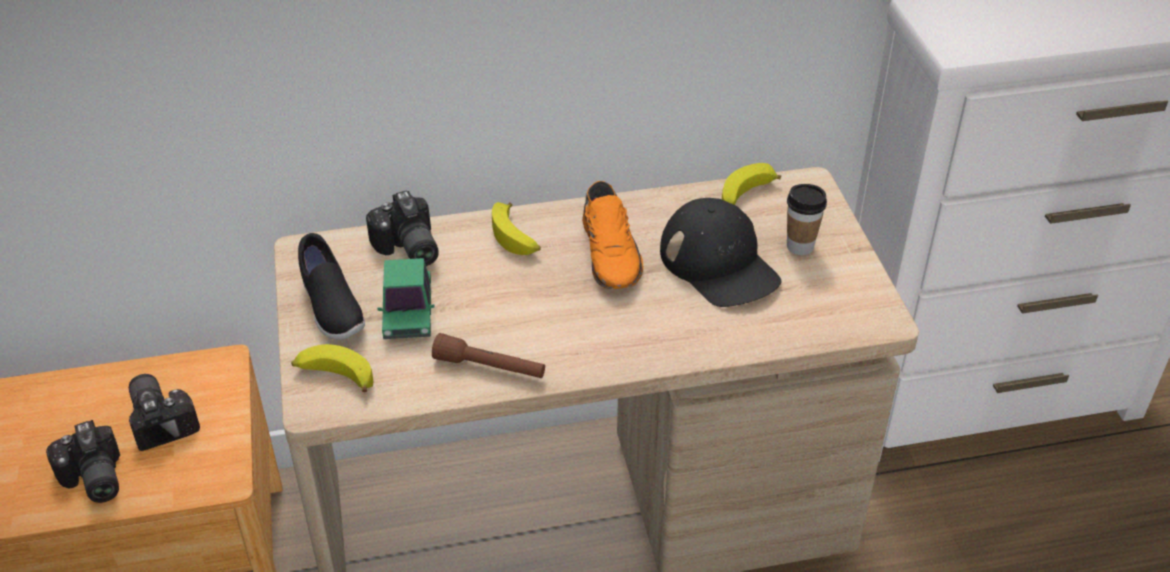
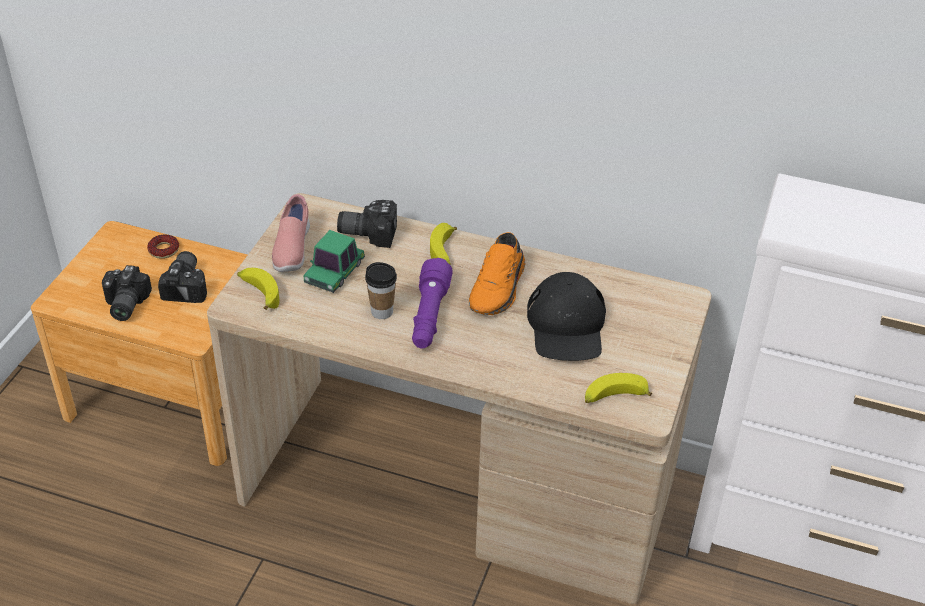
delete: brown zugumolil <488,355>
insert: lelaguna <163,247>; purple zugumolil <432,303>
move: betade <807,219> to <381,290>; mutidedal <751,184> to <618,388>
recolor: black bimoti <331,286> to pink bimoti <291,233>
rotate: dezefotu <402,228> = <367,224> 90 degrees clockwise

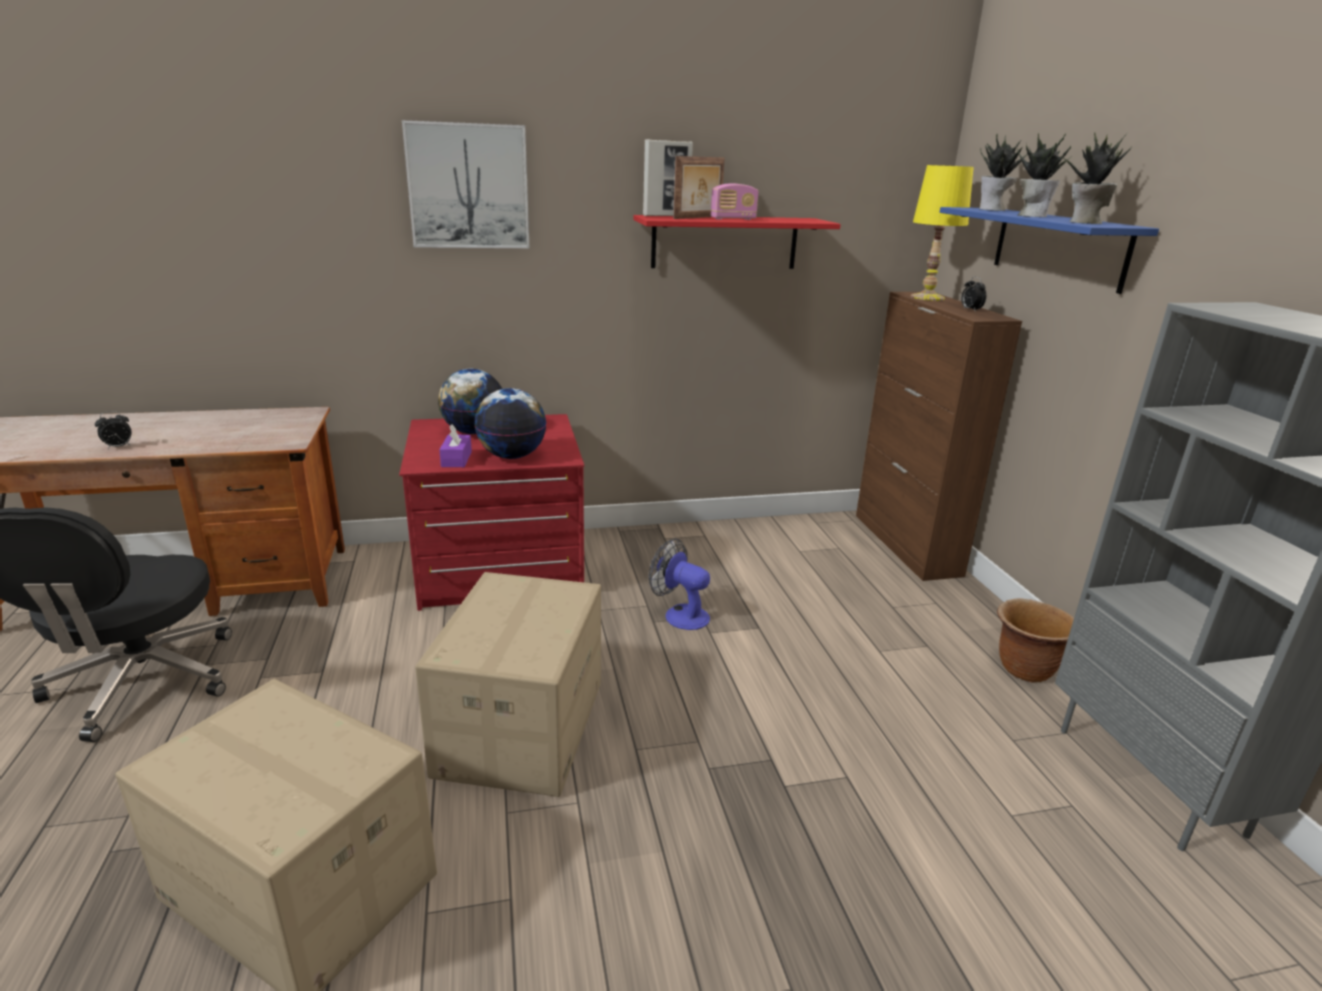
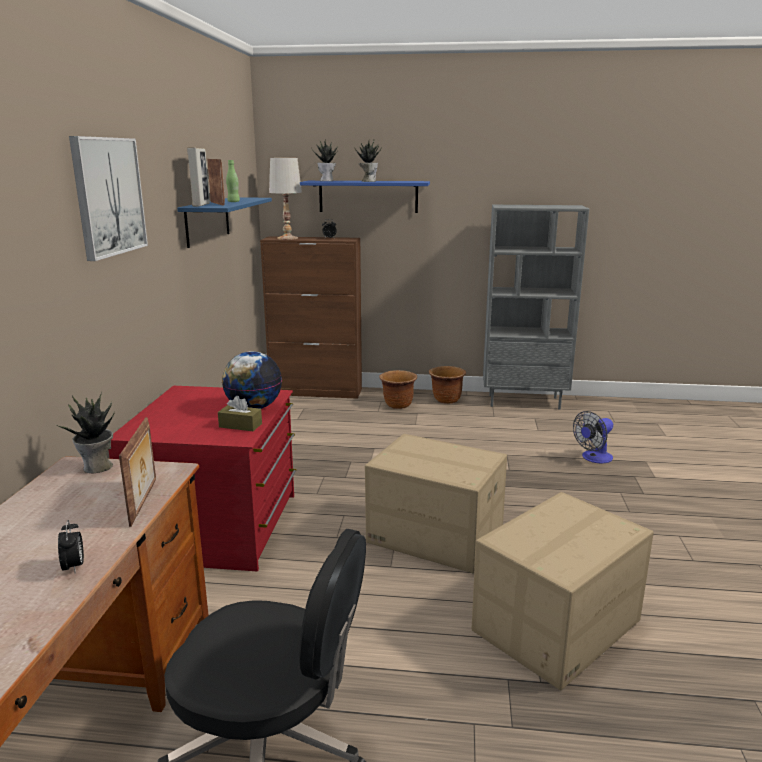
delete: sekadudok <470,401>
insert: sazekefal <137,472>; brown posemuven <398,389>
move: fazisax <1097,178> to <85,432>; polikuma <679,584> to <593,437>
replace: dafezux <734,202> to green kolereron <233,181>
recolor: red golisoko <737,242> to blue golisoko <224,222>; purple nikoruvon <455,445> to brown nikoruvon <240,413>; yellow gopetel <942,233> to white gopetel <285,199>

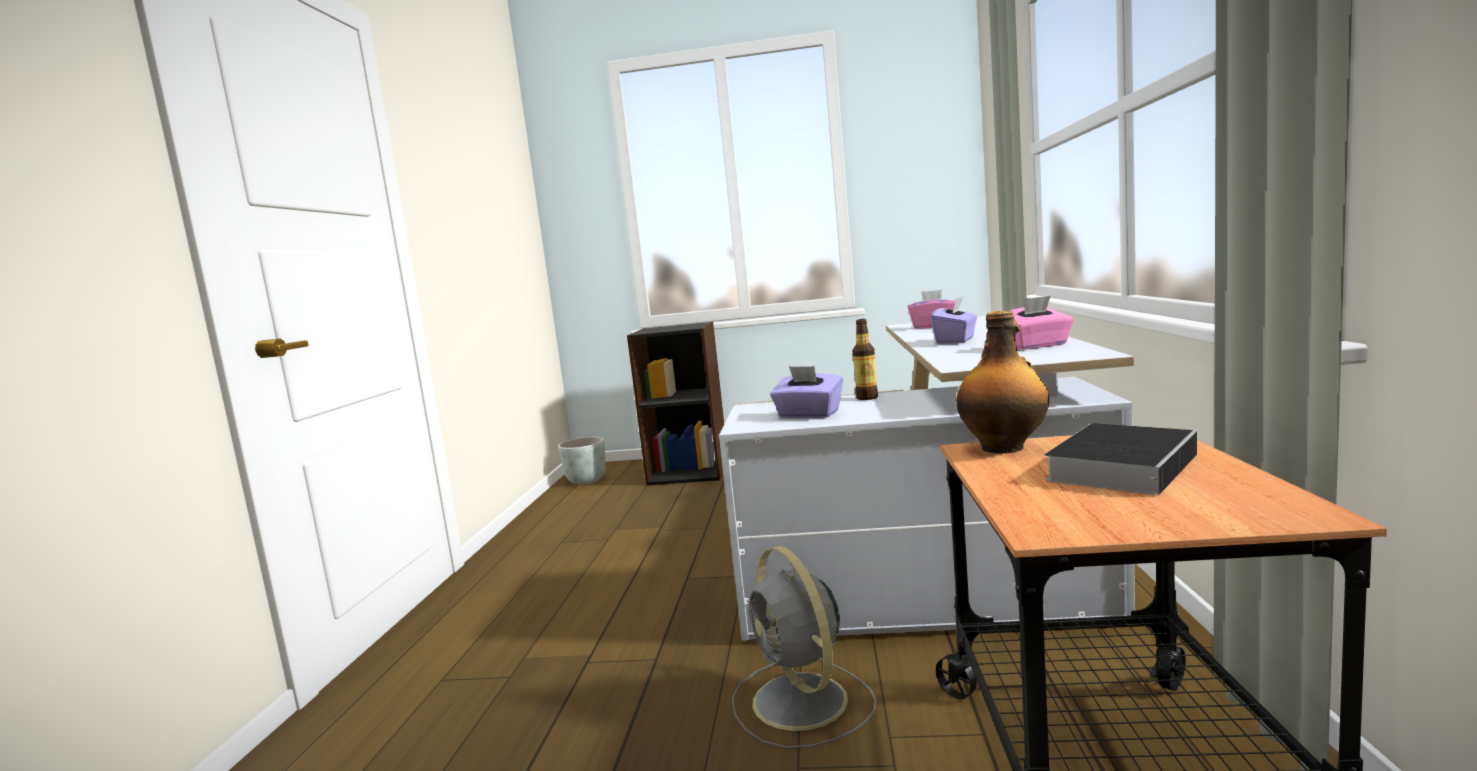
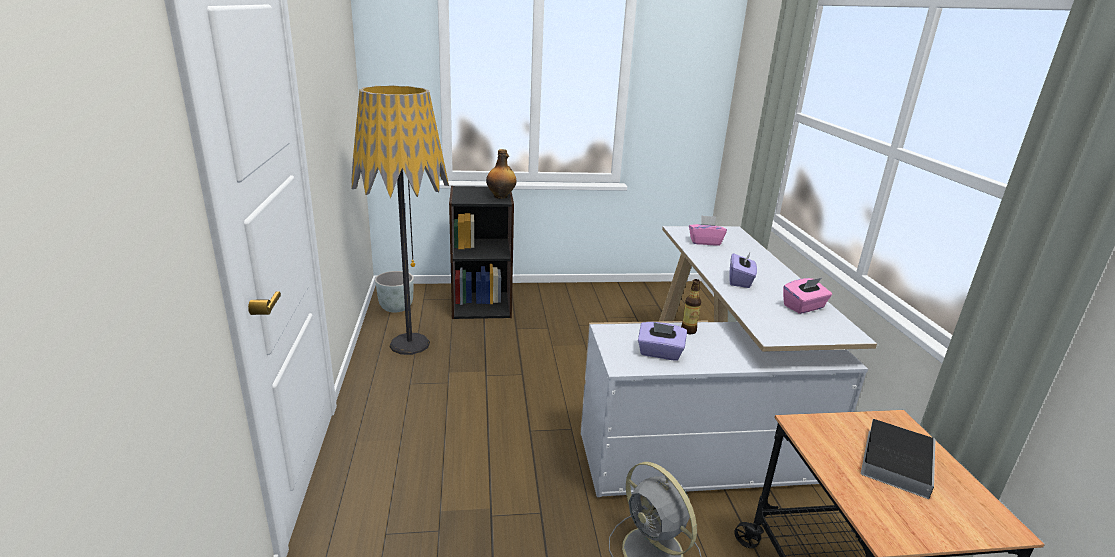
insert: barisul <400,220>
move: kolereron <1002,381> to <501,174>

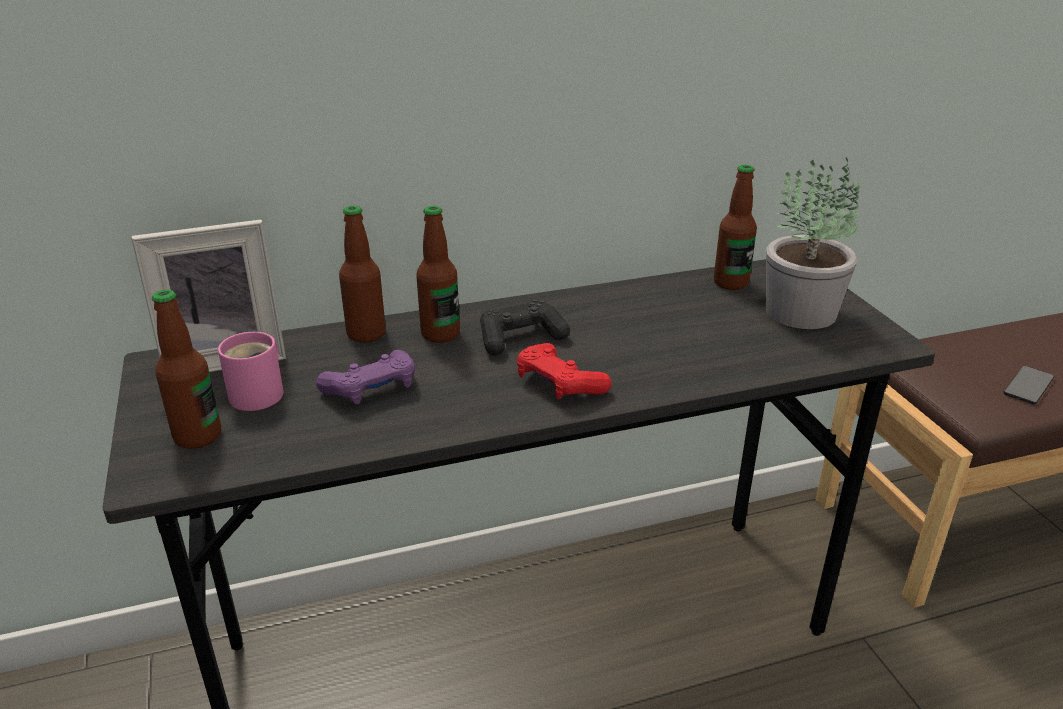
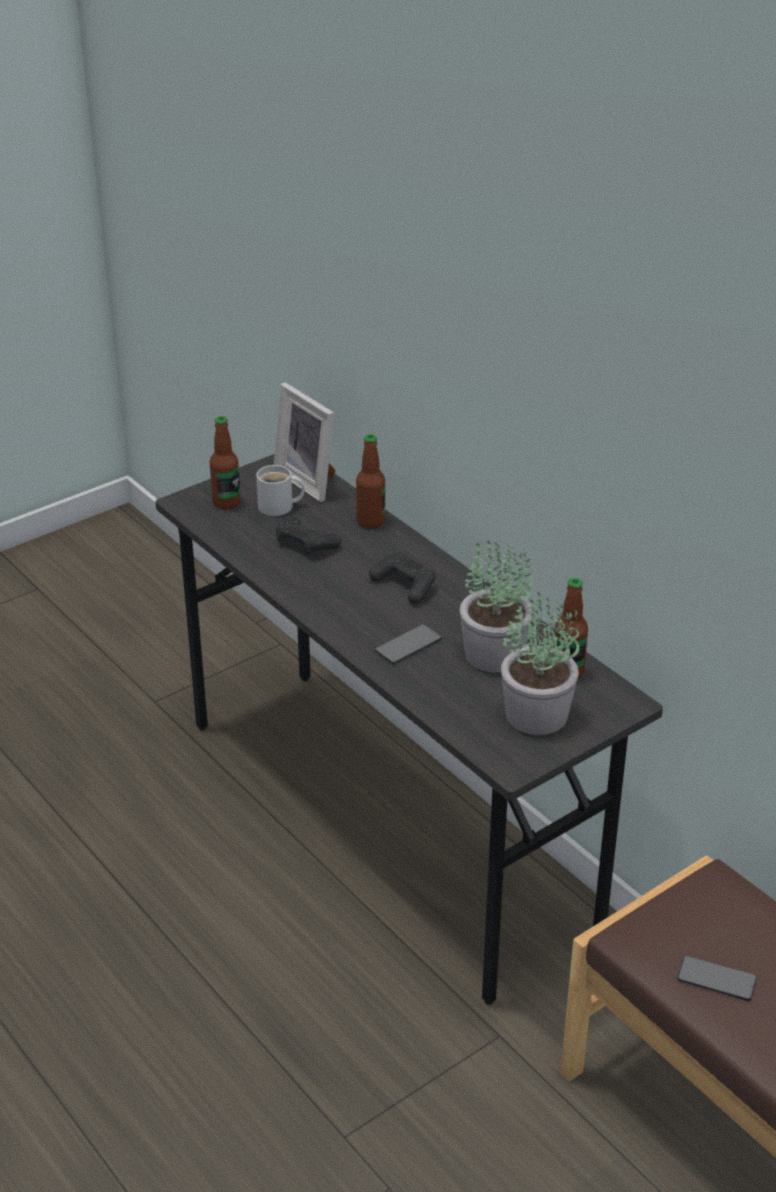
delete: kolereron <438,274>; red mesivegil <564,371>
insert: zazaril <408,644>; fazisax <496,606>
recolor: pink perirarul <251,371> to white perirarul <280,490>; purple mesivegil <365,377> to black mesivegil <309,535>

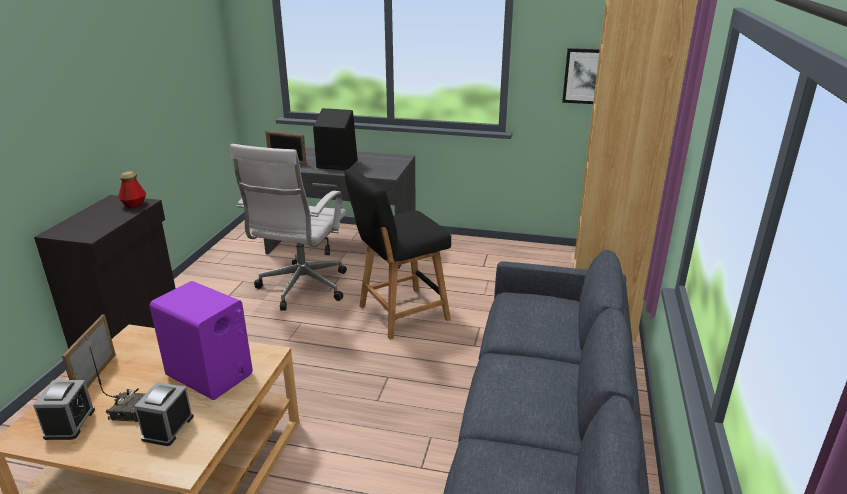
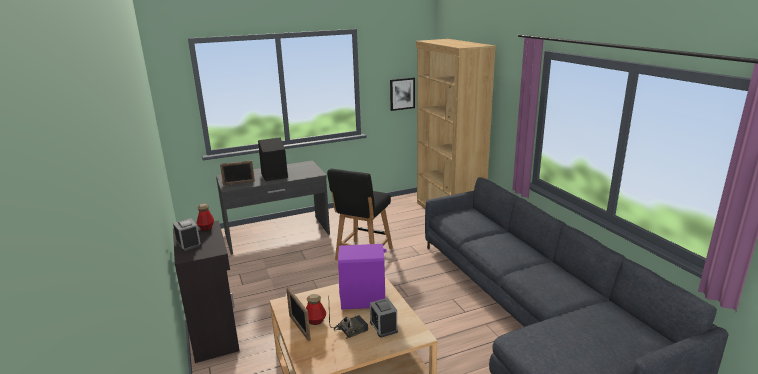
delete: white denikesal <288,227>
insert: kolereron <316,309>
move: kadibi <64,410> to <187,234>

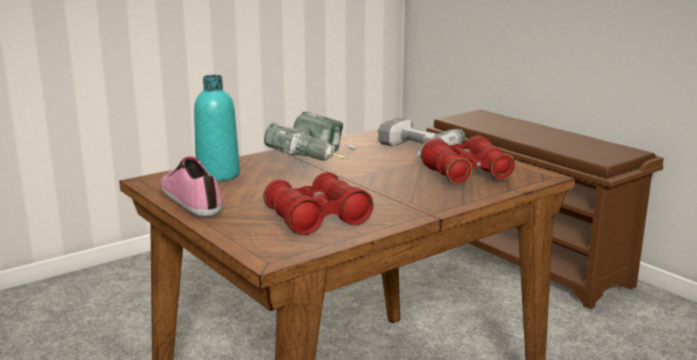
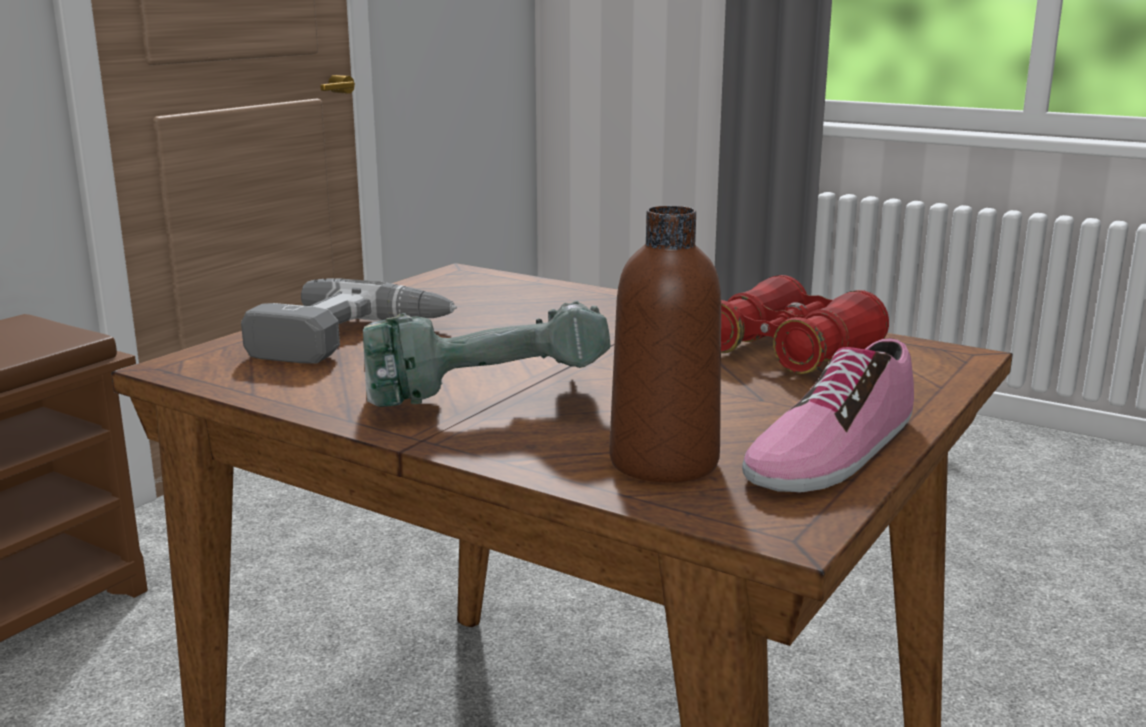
delete: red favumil <468,159>
recolor: turquoise kolereron <217,128> to brown kolereron <665,344>

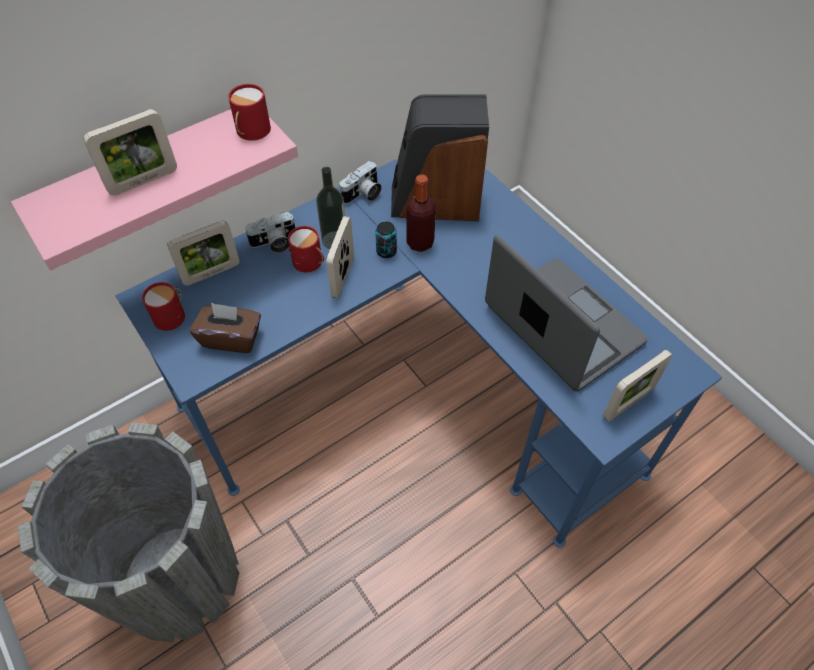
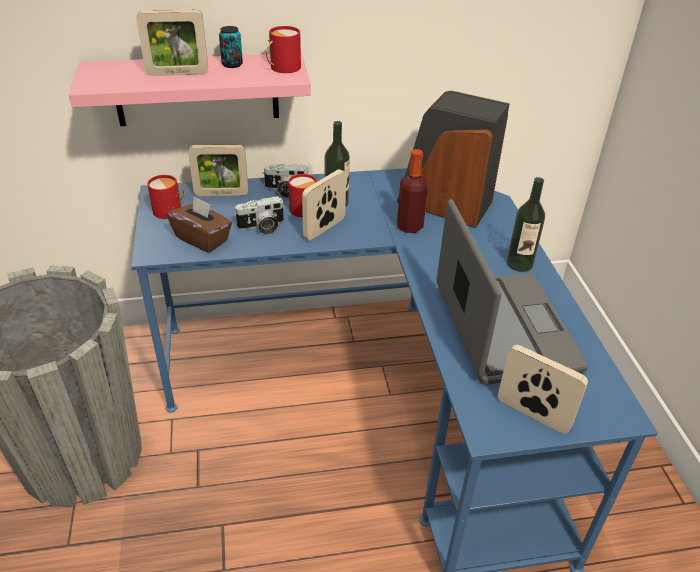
insert: kolereron <525,224>
move: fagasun <386,240> to <231,47>; dezefotu <360,182> to <259,215>
rotate: sazekefal <638,386> = <543,389> 135 degrees counterclockwise

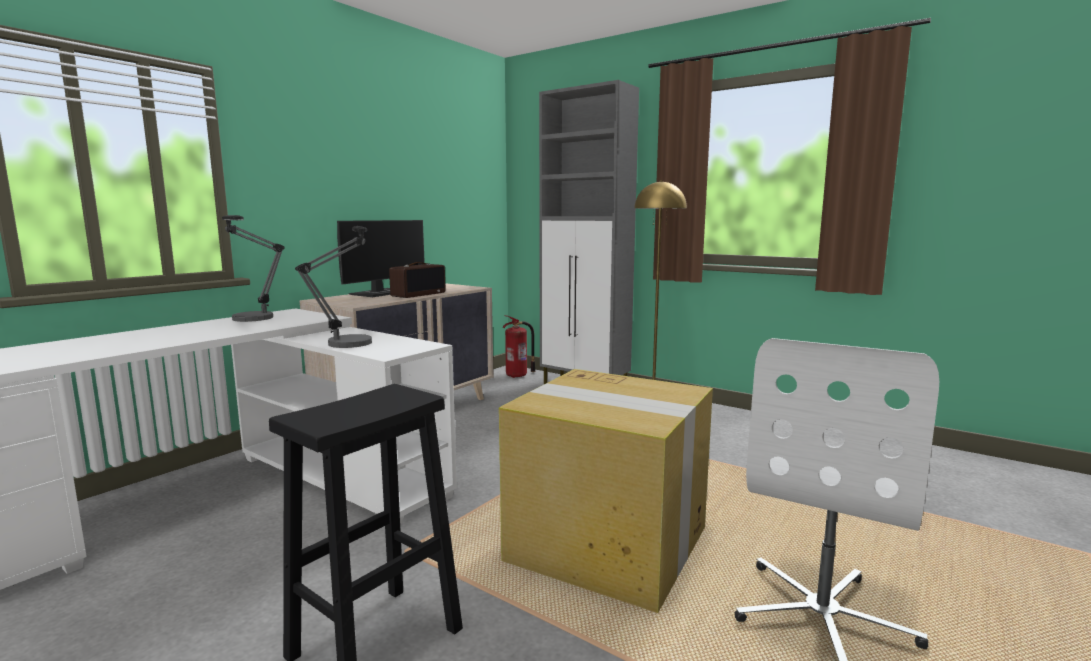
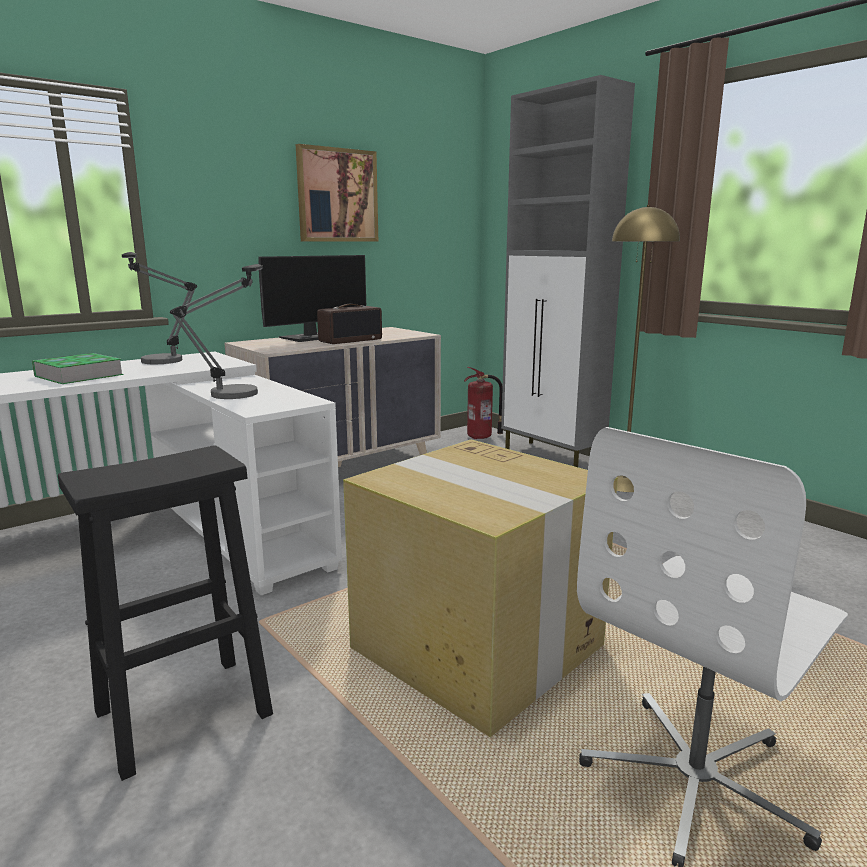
insert: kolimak <77,368>; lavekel <337,192>

